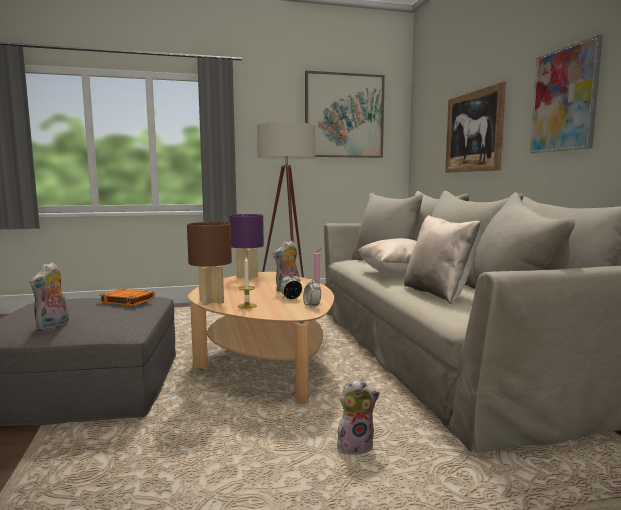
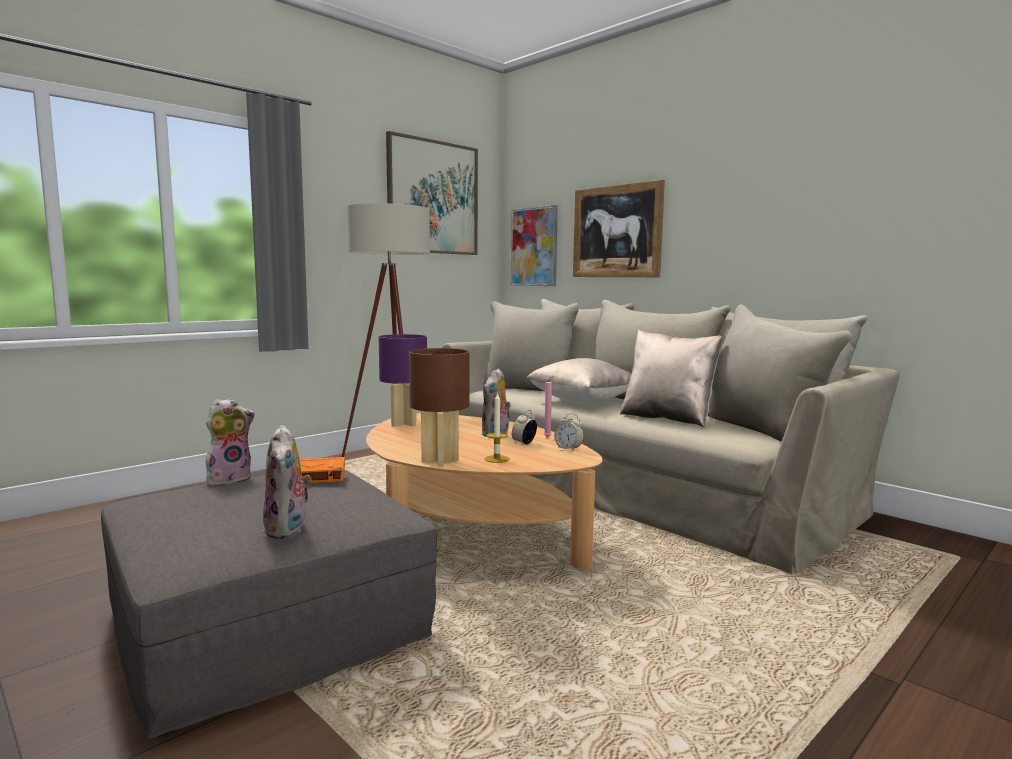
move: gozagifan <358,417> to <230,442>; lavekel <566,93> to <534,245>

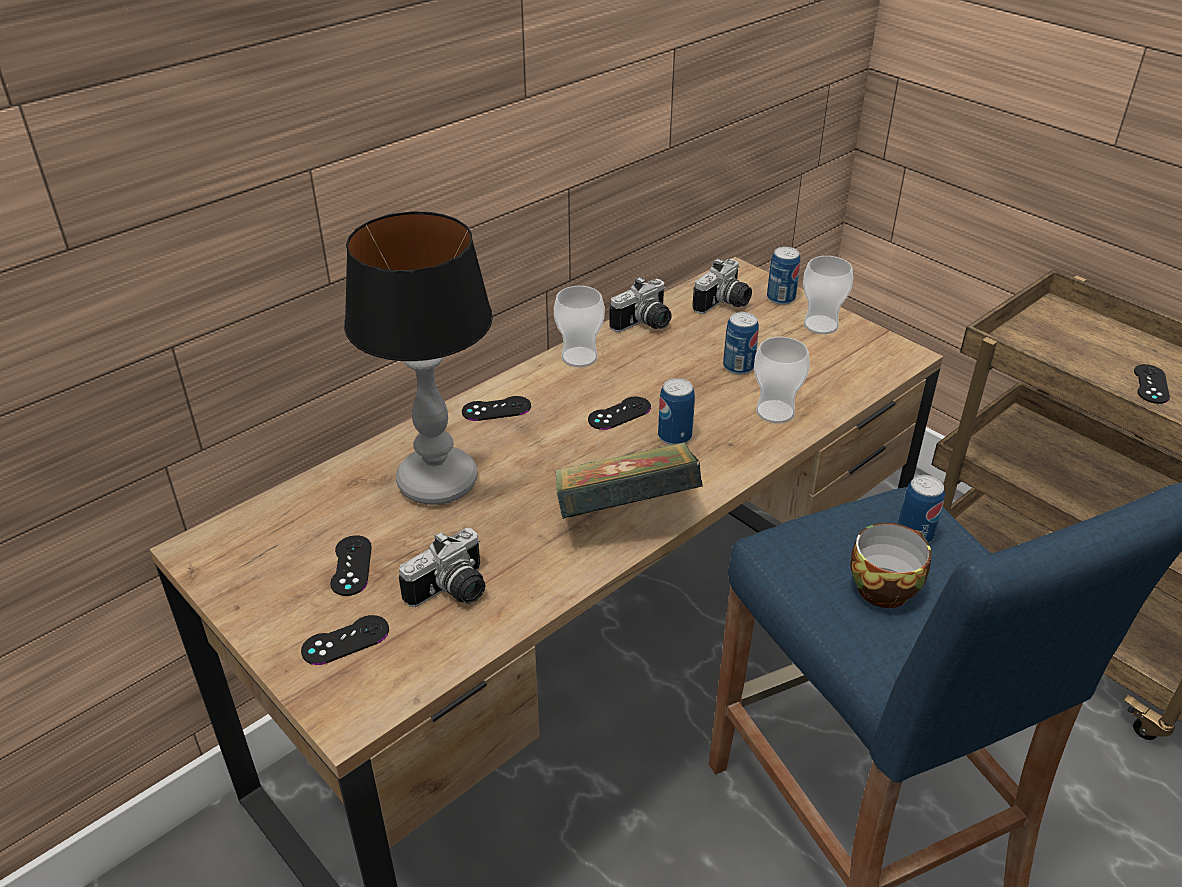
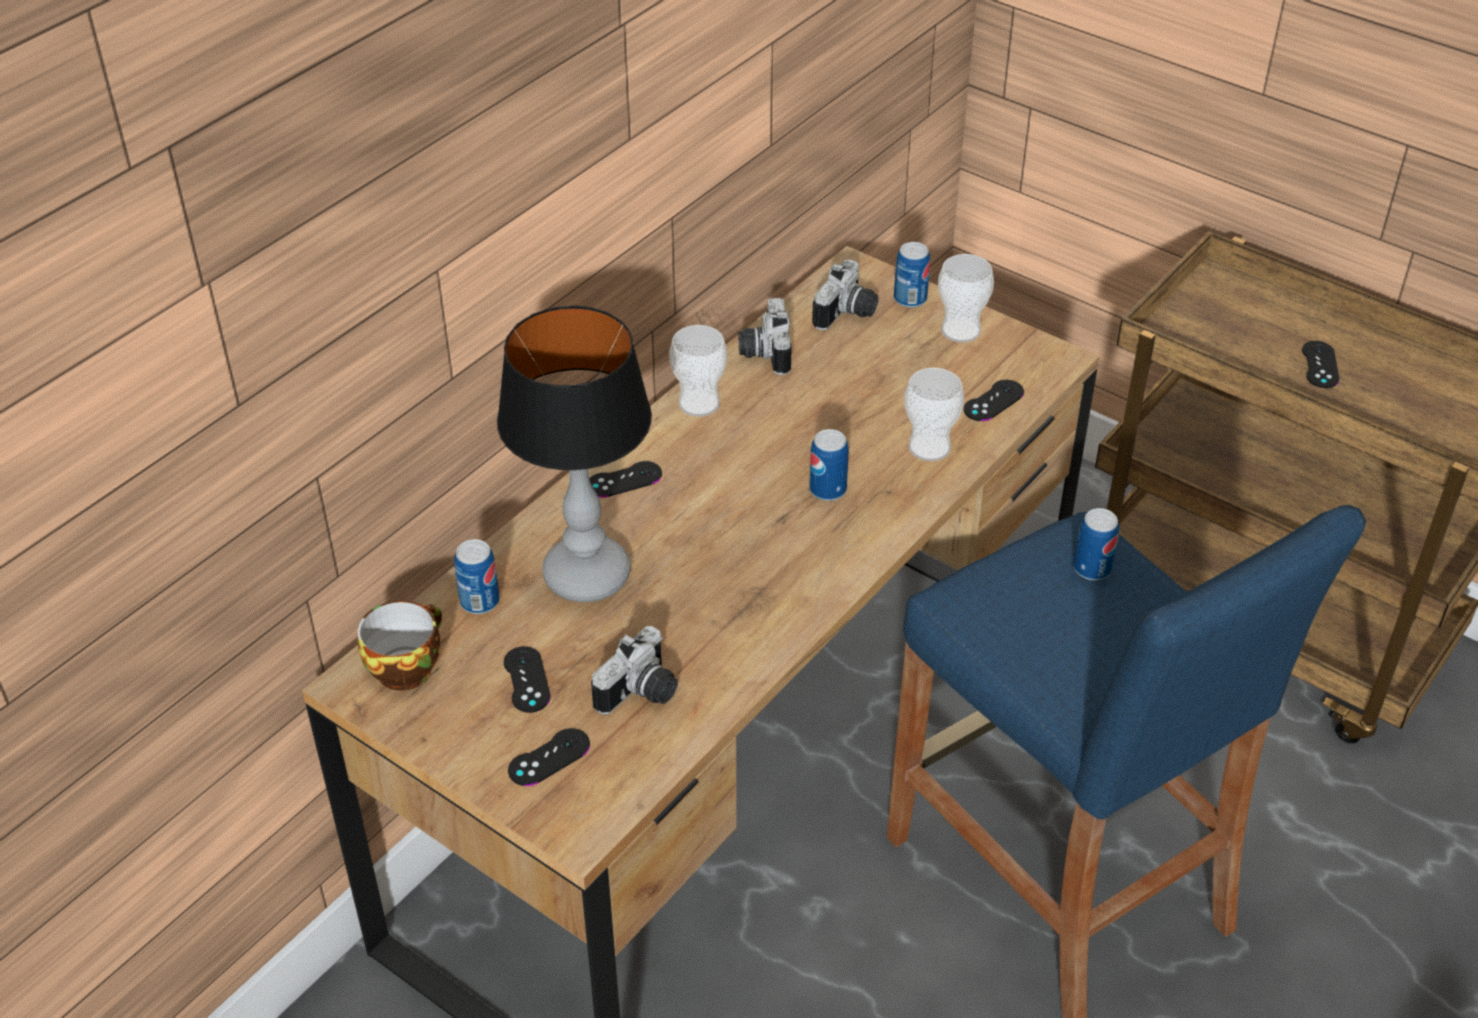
delete: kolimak <628,480>
move: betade <890,565> to <400,645>; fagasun <741,343> to <477,576>; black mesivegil <619,413> to <994,400>
rotate: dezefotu <640,304> = <765,336> 135 degrees clockwise

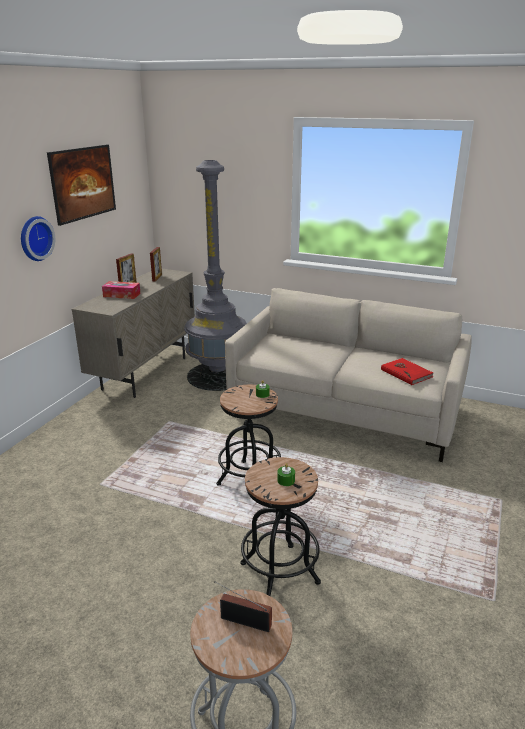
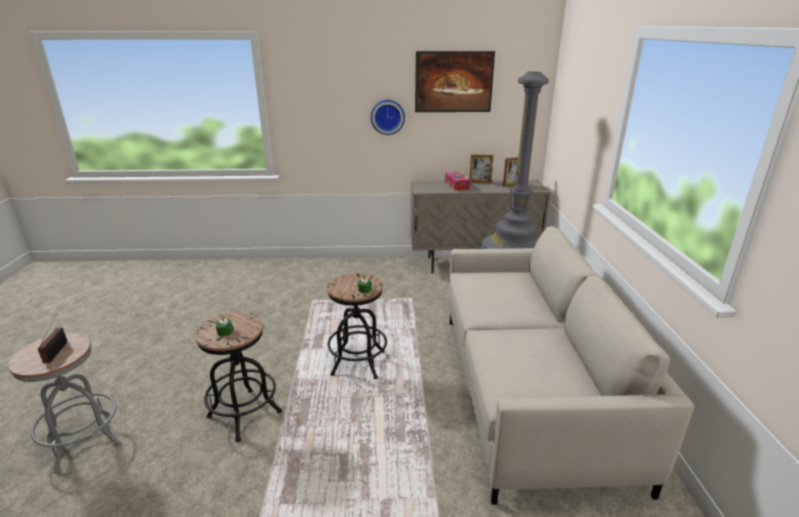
delete: red kolimak <407,371>

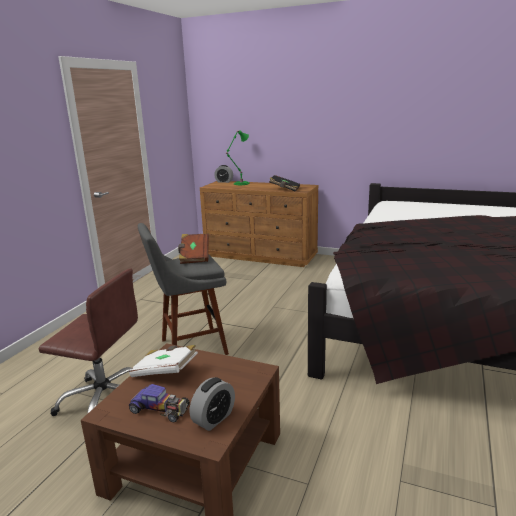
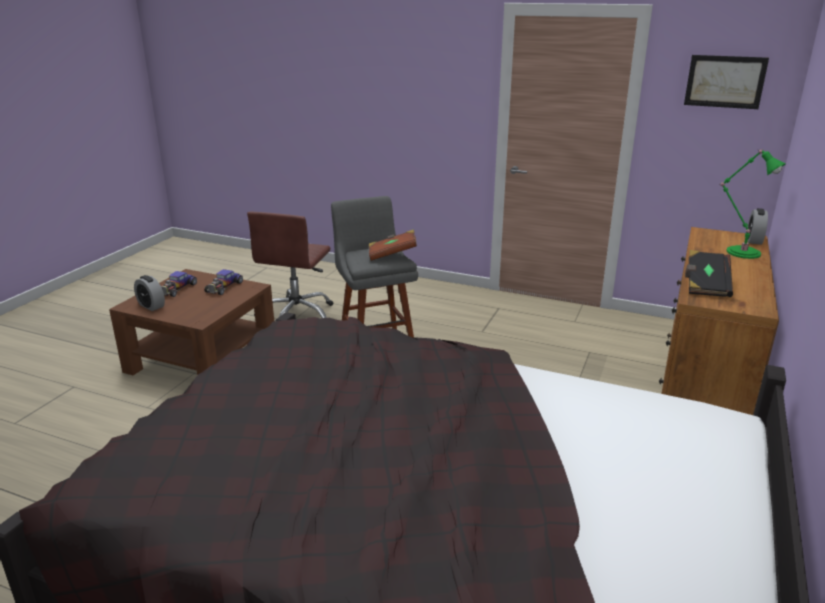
insert: lavekel <726,82>
replace: white kolimak <163,361> to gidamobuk <223,282>

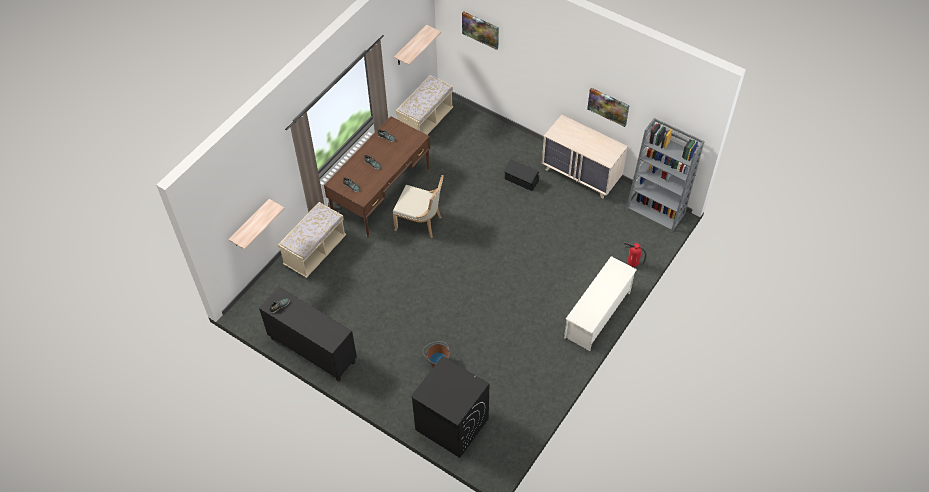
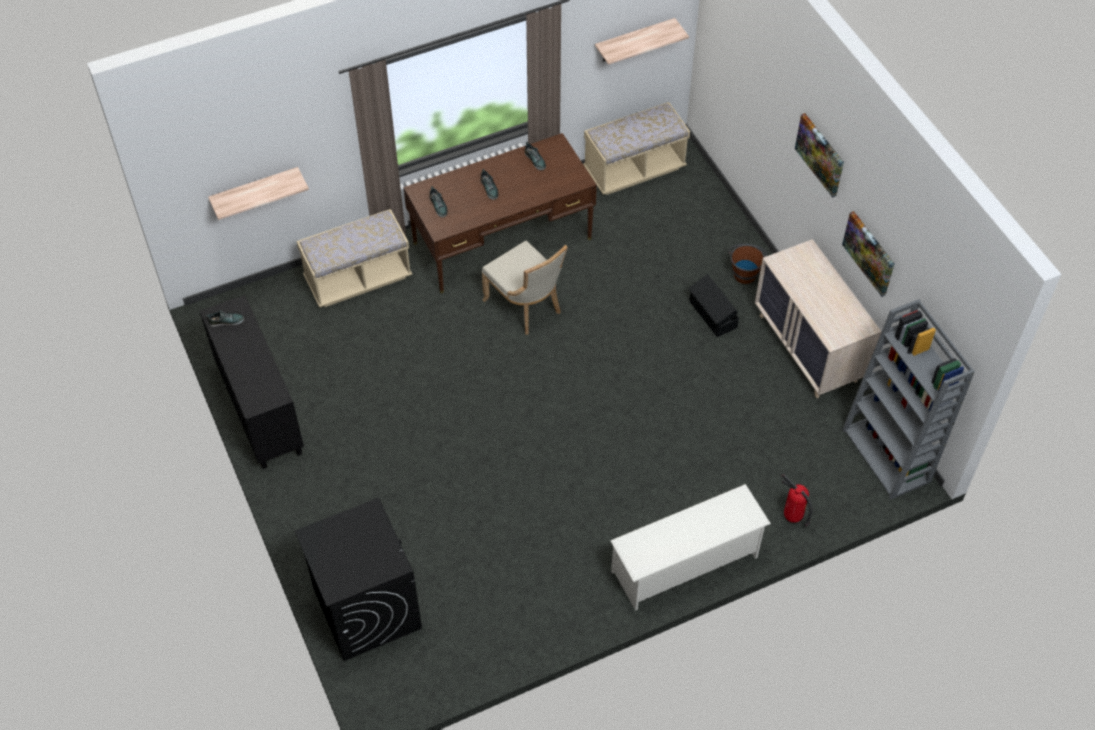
move: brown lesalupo <436,354> to <747,264>; lavekel <480,30> to <819,155>

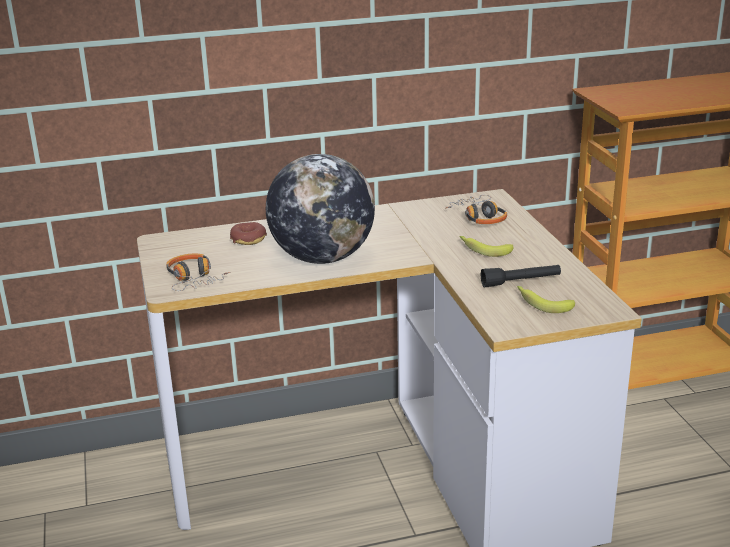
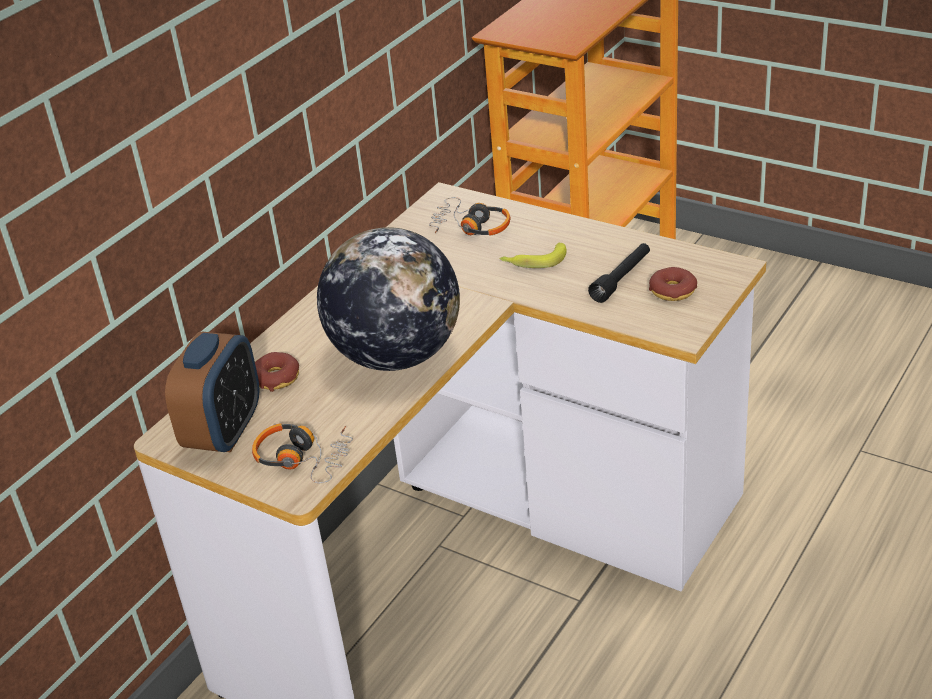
insert: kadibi <212,392>
replace: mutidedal <546,299> to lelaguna <673,284>

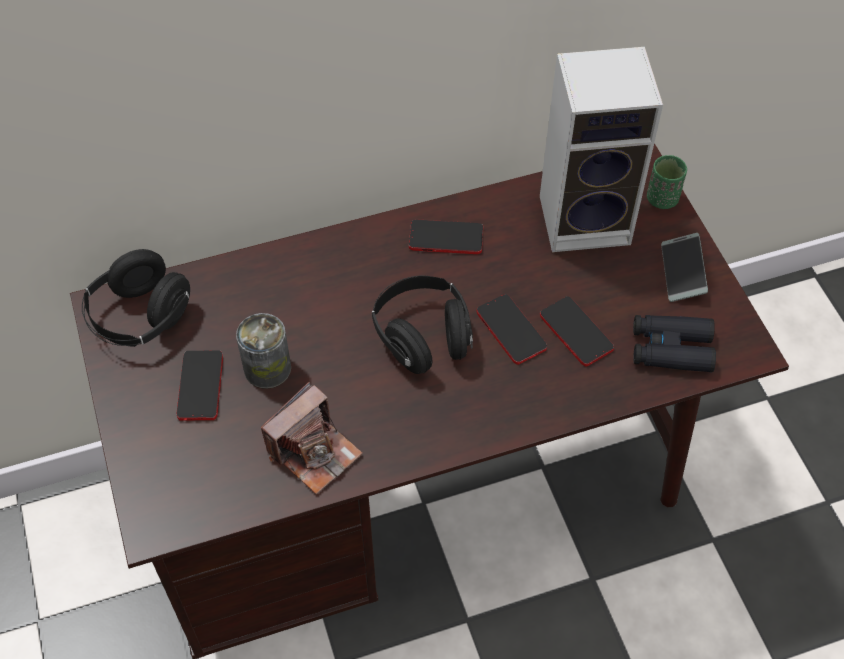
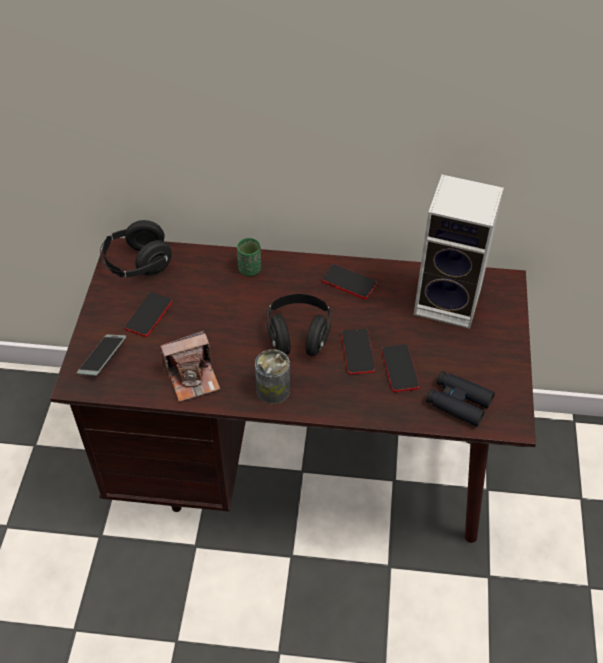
move: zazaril <684,267> to <101,355>; green betade <667,182> to <249,257>; fagasun <263,351> to <272,376>

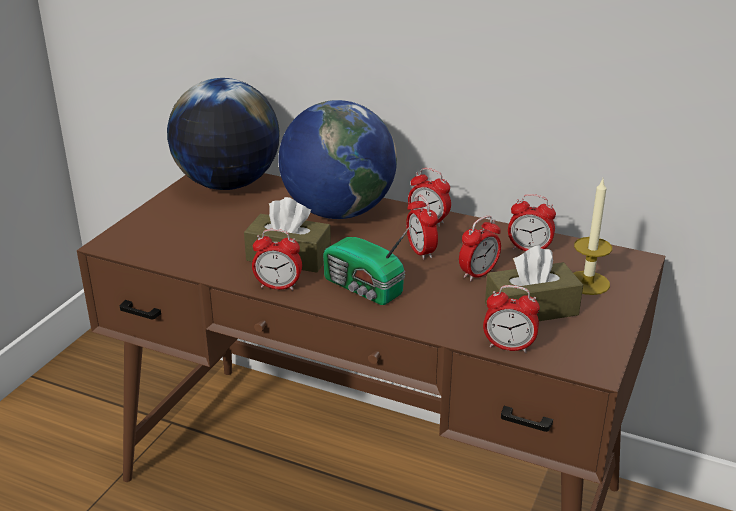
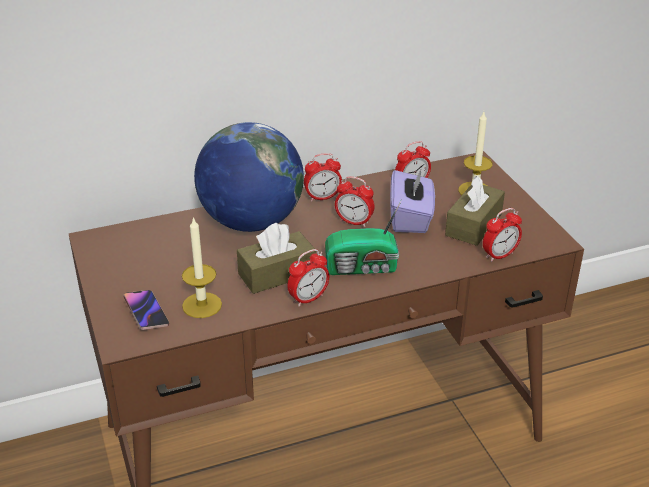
delete: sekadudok <223,134>
insert: zazaril <146,310>; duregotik <202,267>
replace: kadibi <480,248> to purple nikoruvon <412,200>

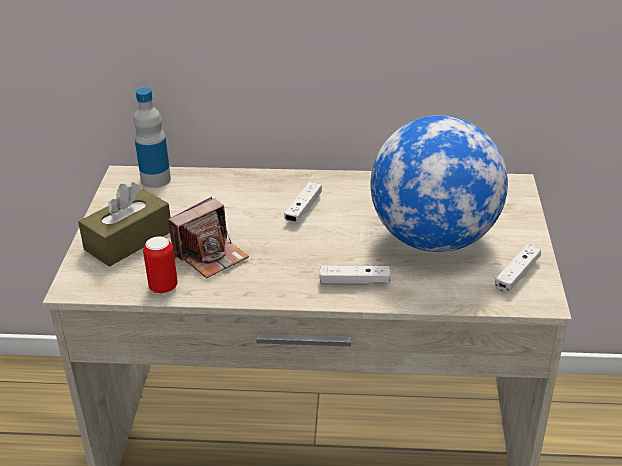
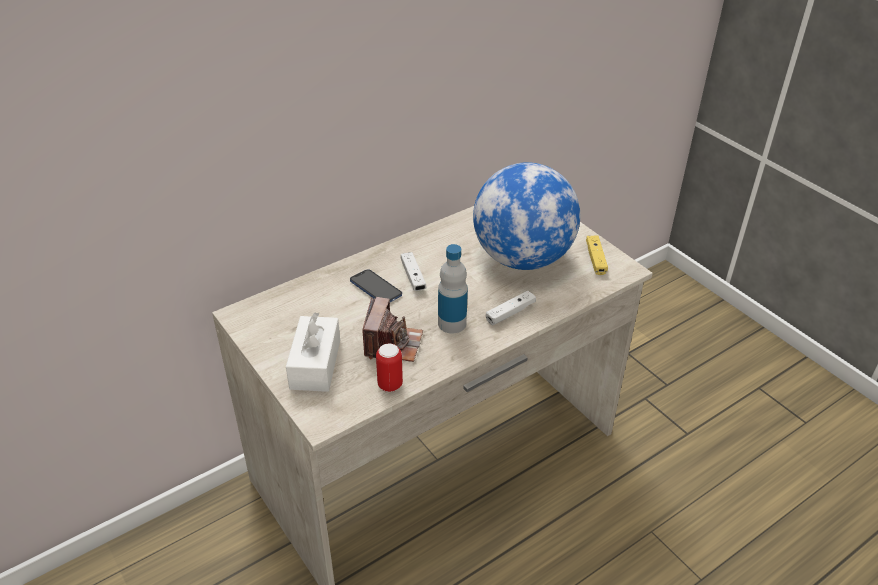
insert: zazaril <376,285>
move: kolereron <152,137> to <453,289>
recolor: brown nikoruvon <124,224> to white nikoruvon <313,352>; white mesivegil <518,269> to yellow mesivegil <597,255>

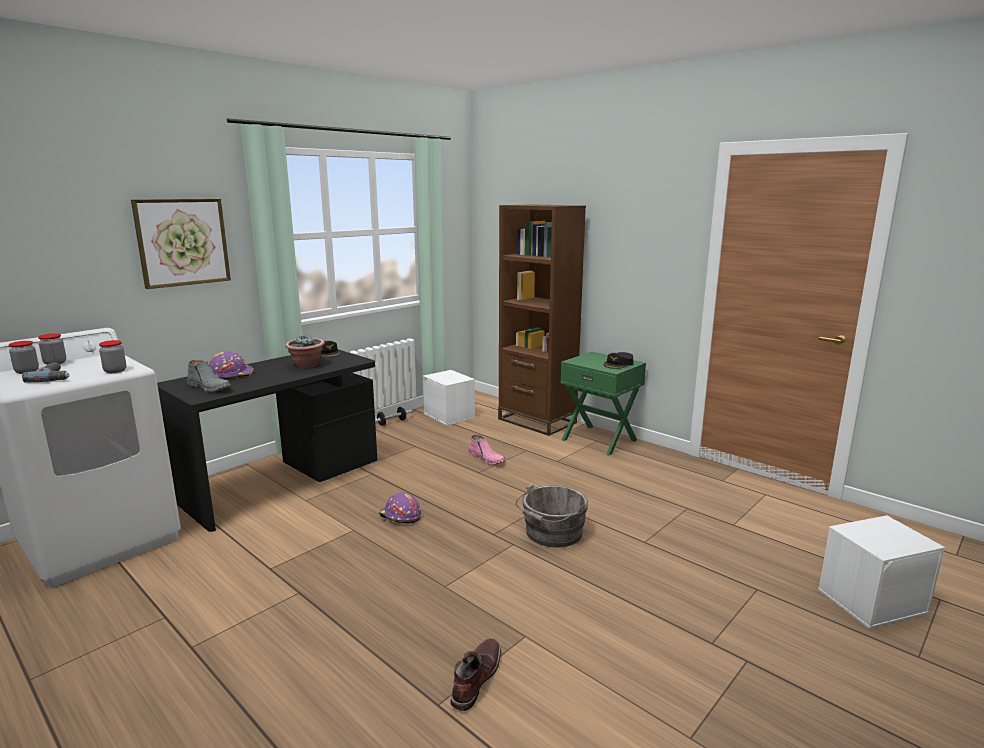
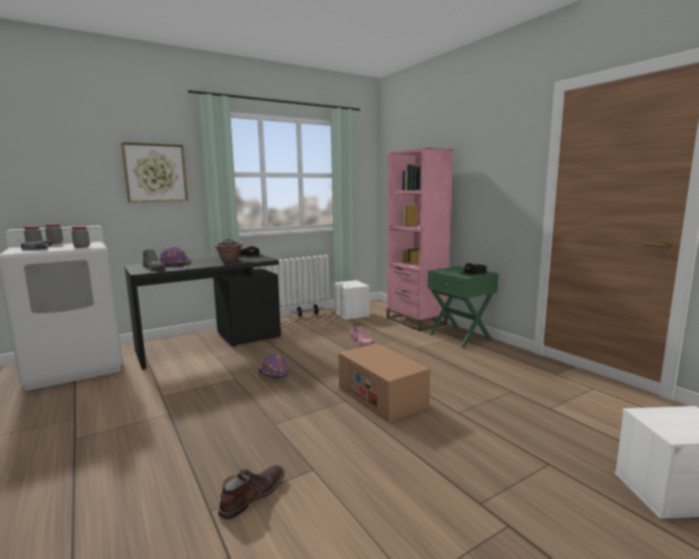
replace: grey lesalupo <552,515> to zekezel <384,383>
recolor: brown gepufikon <542,320> to pink gepufikon <420,239>

